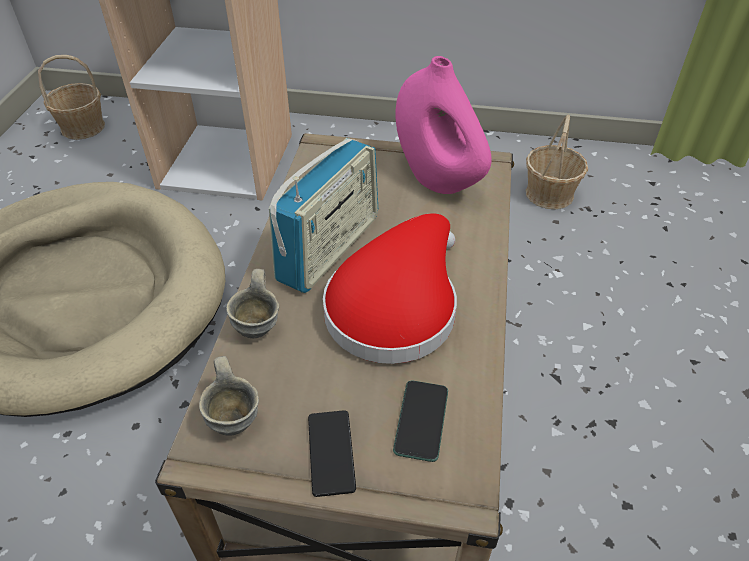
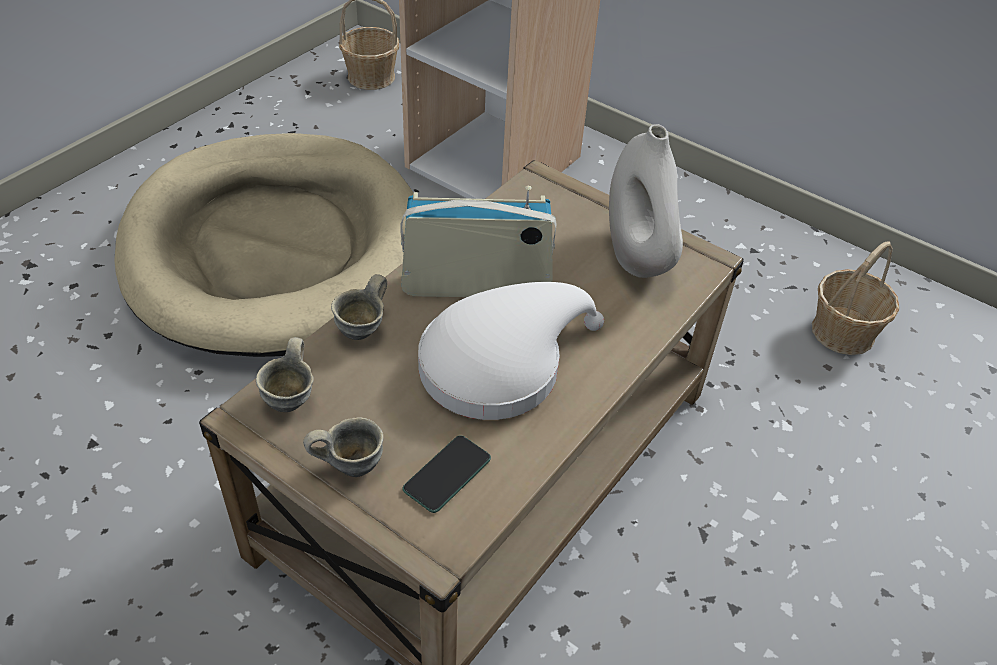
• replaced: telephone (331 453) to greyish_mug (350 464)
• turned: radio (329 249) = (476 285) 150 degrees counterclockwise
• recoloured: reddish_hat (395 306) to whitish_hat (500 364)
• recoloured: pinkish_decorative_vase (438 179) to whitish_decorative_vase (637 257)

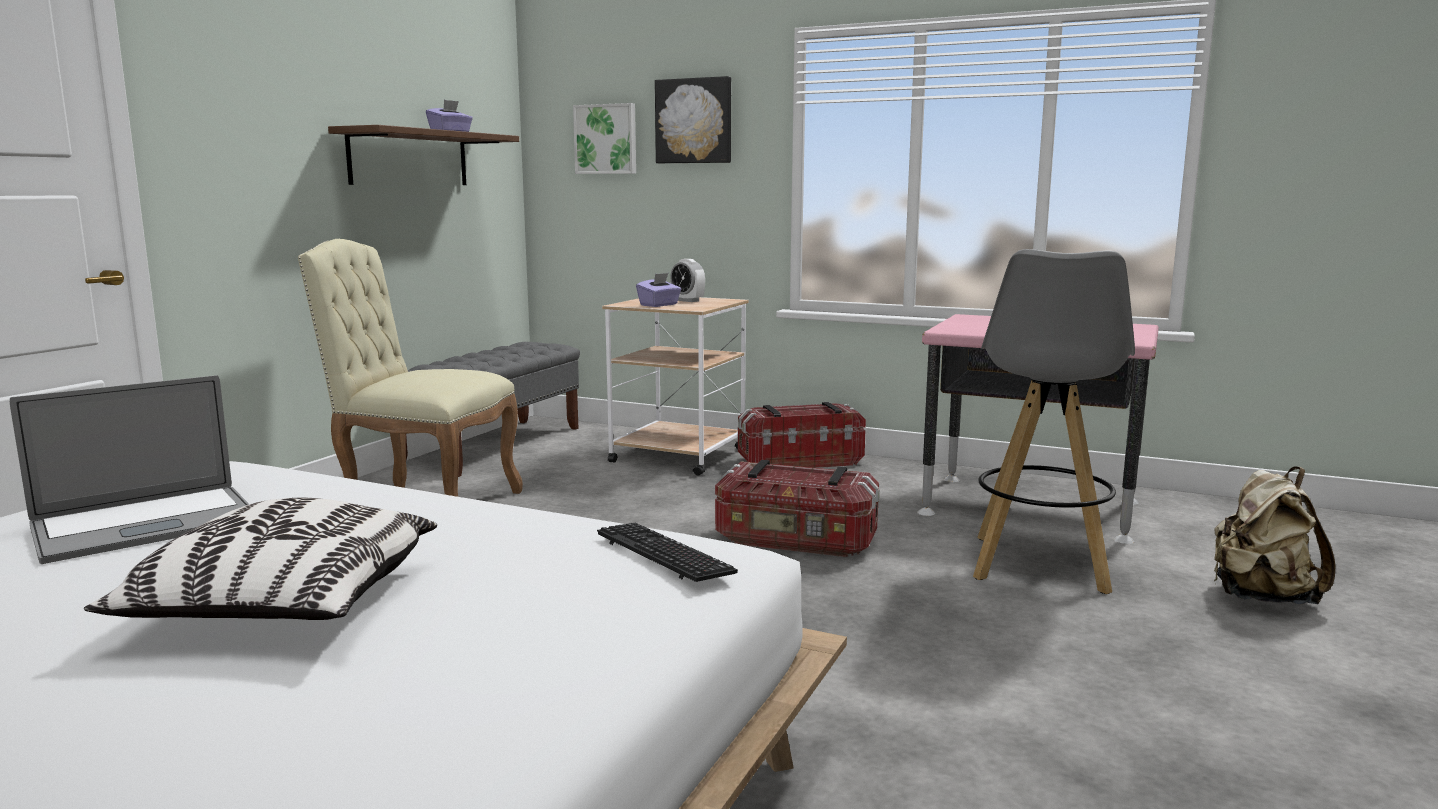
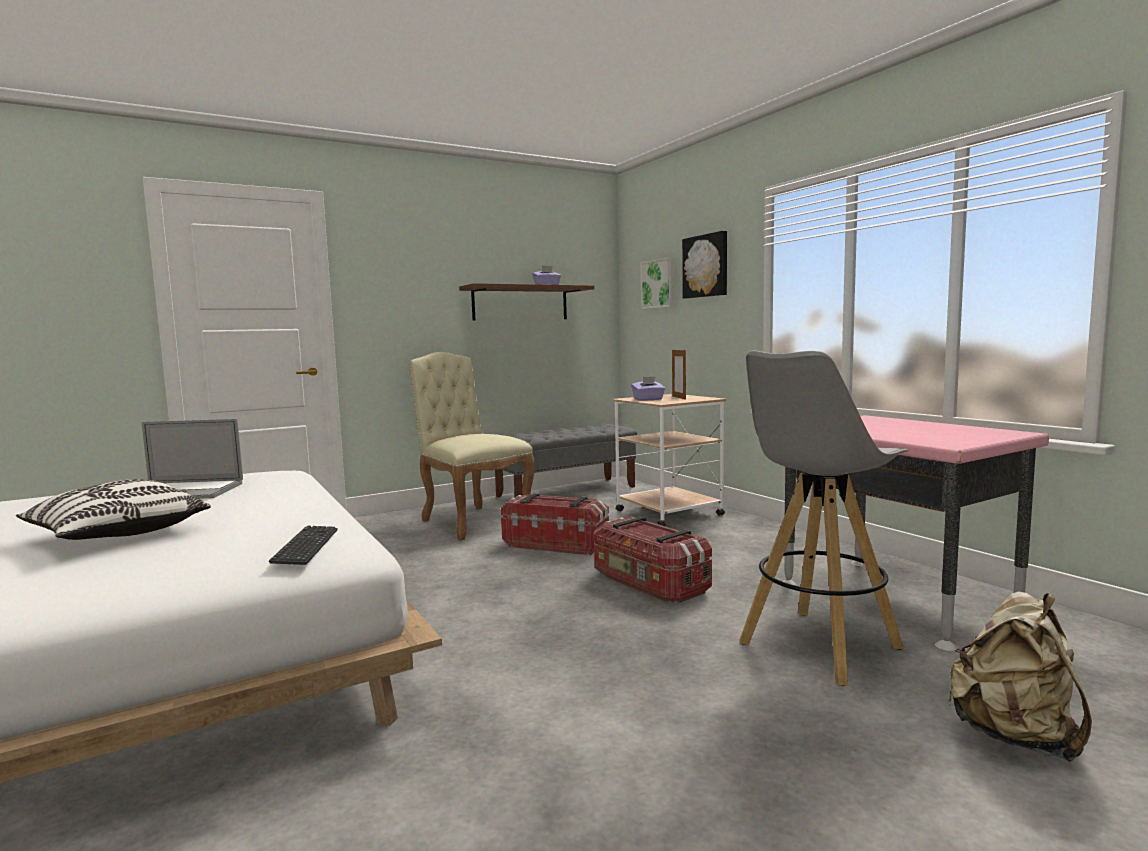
• moved: storage_box (799 461) to (556 544)
• replaced: table_clock (687 300) to picture_frame (679 397)

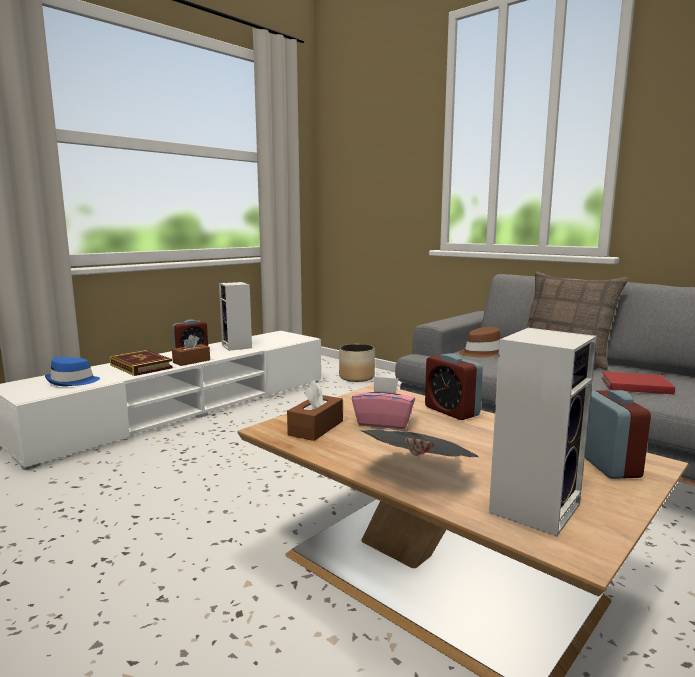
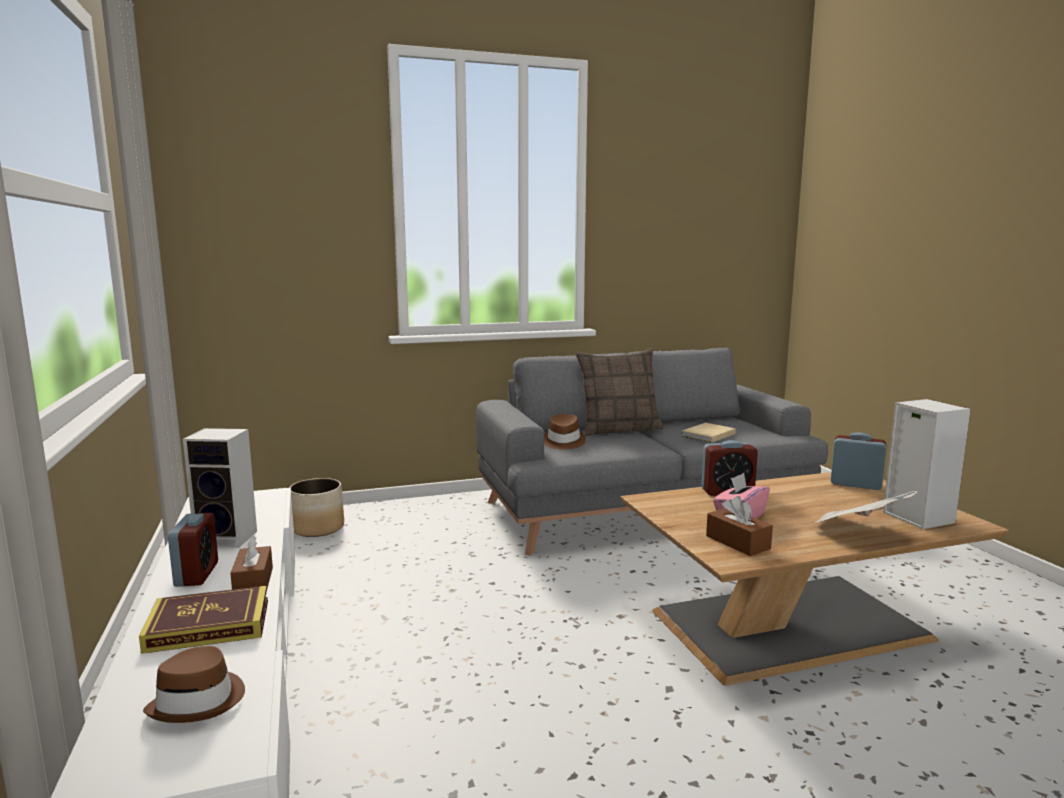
• recoloured: bluish_hat (72 381) to brown-coloured_hat (199 701)
• recoloured: reddish_volume (633 385) to beige-coloured_volume (707 435)

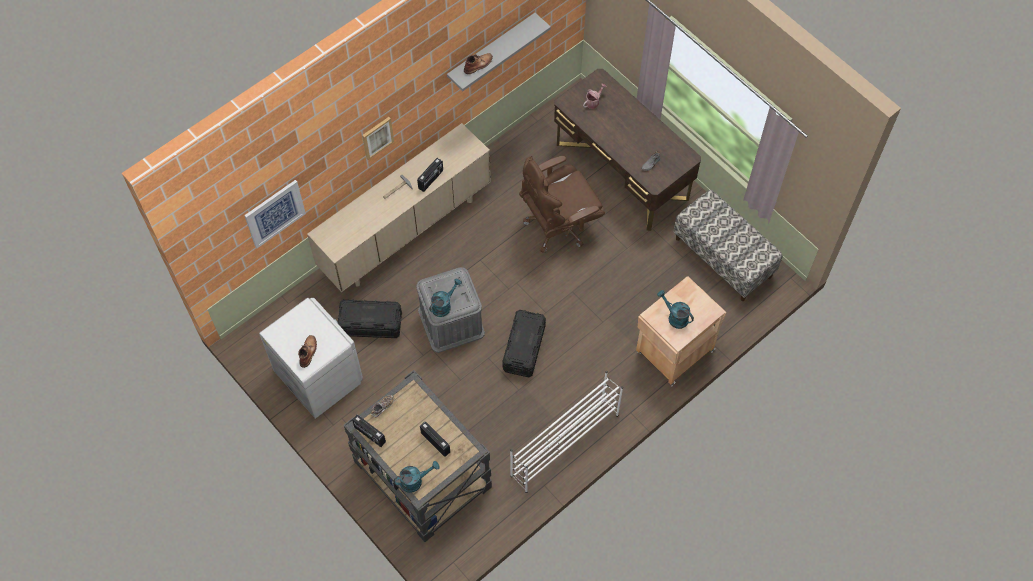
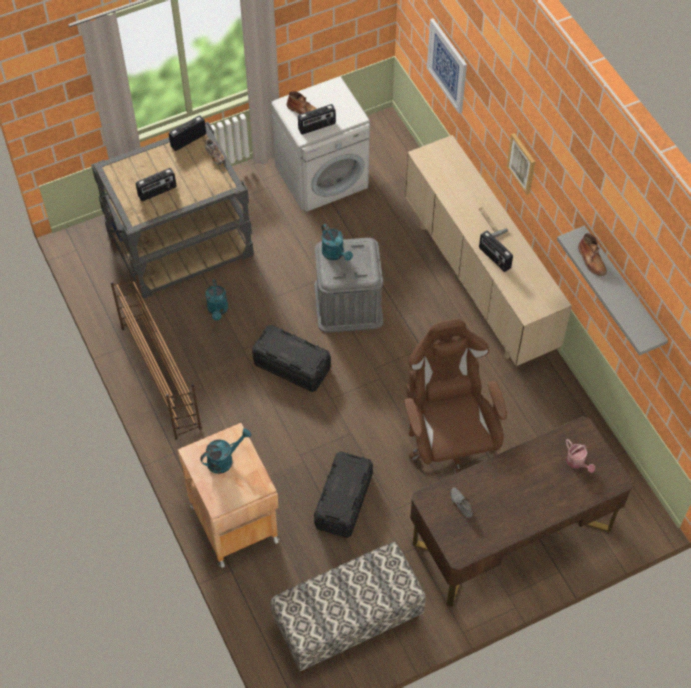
• recoloured: whitish_shoe_shelf (564 445) to brown-coloured_shoe_shelf (160 376)
• moved: turquoise-coloured_sprinkling_can (415 481) to (218 310)
• added: radio (317 127)
• moved: black-coloured_storage_box (371 324) to (343 501)

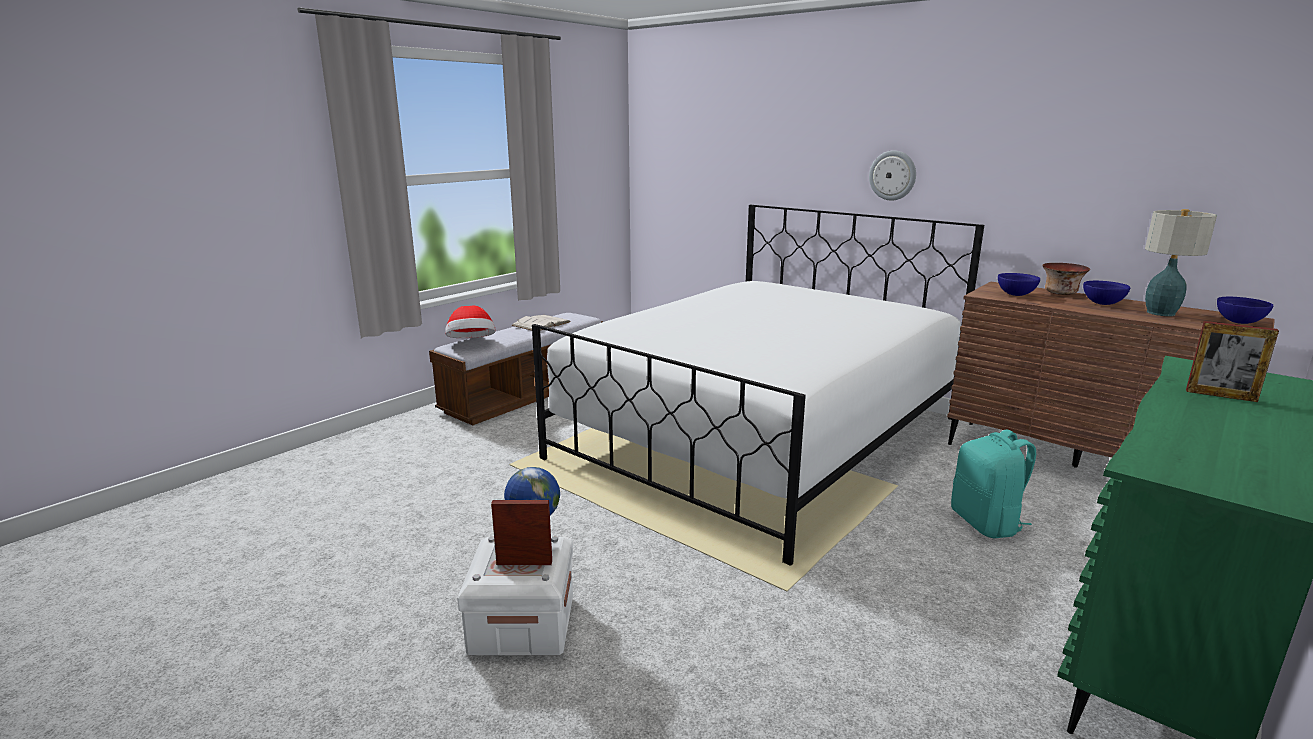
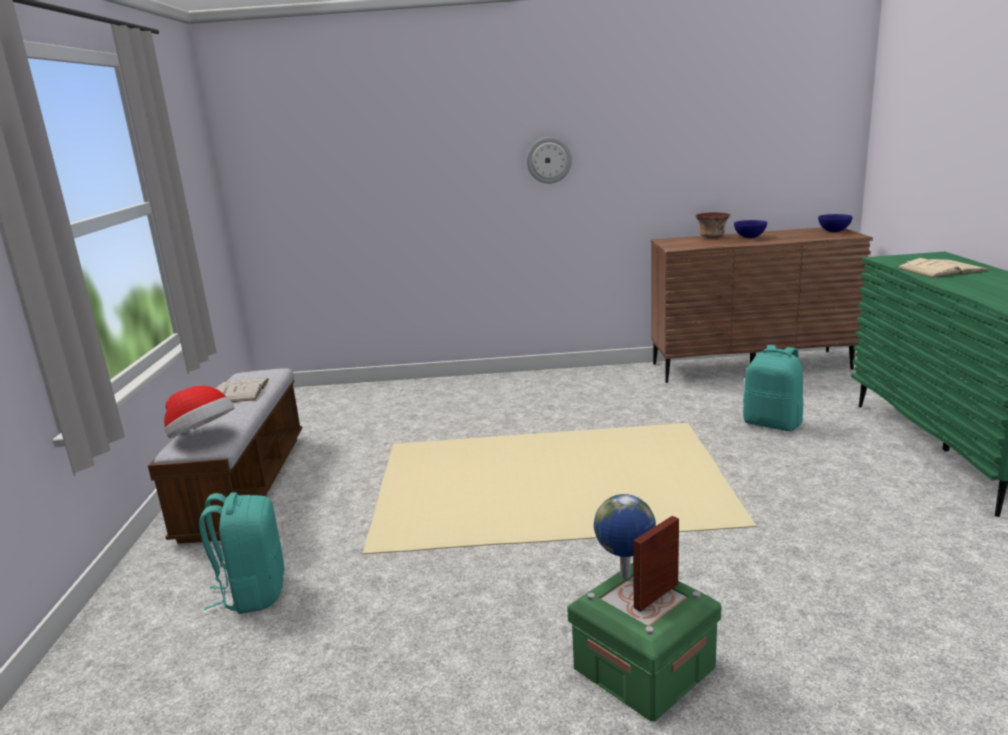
• added: turquoise-coloured_backpack (253 593)
• recoloured: whitish_storage_box (522 624) to greenish_storage_box (644 668)
• replaced: picture_frame (1221 395) to beige-coloured_volume (941 269)
• removed: whitish_sleeping_bed (761 437)
• removed: bluish_serving_bowl (1015 294)
• removed: tabletop_lamp (1160 313)

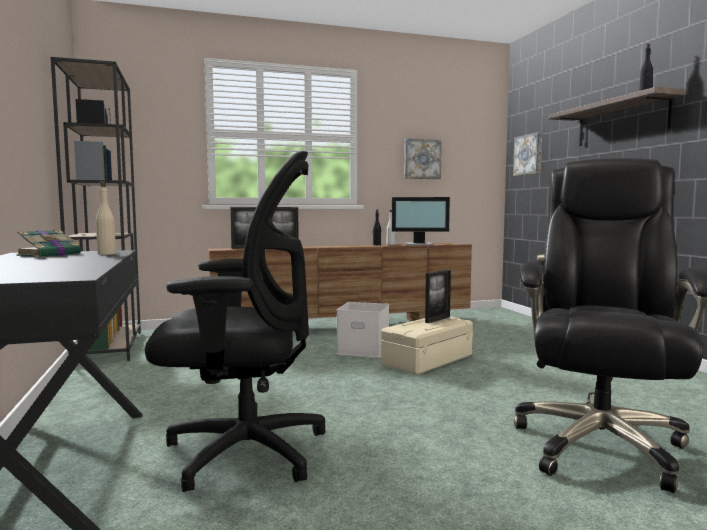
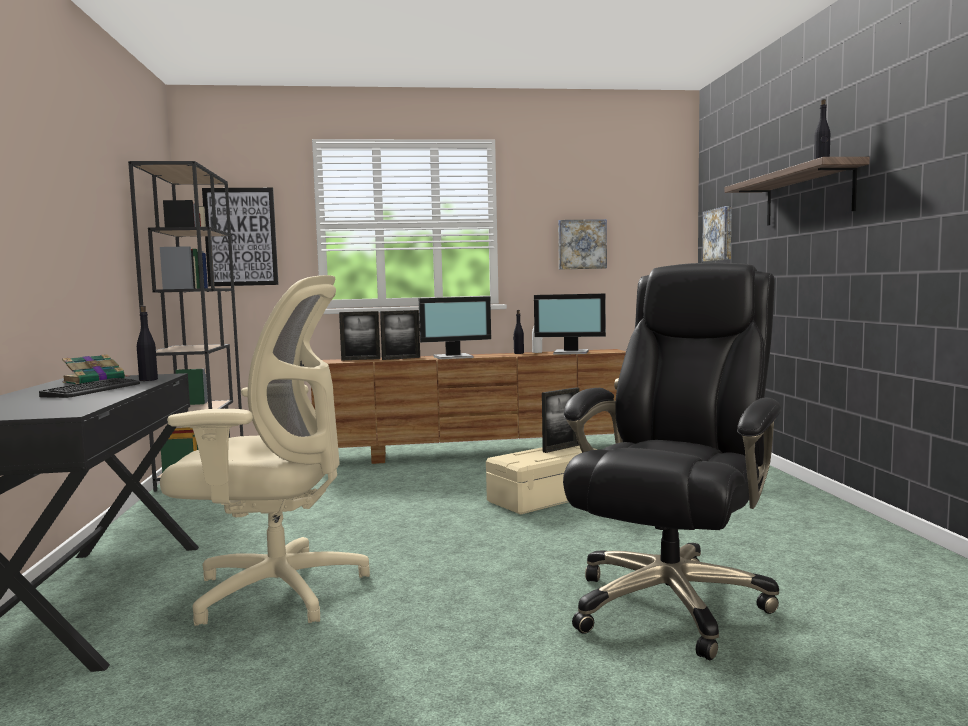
• added: keyboard (93 389)
• recoloured: beige-coloured_bottle (106 254) to black-coloured_bottle (148 380)
• recoloured: black-coloured_office_chair (236 454) to beige-coloured_office_chair (267 592)
• added: picture (241 237)
• added: computer_screen (454 357)
• removed: whitish_storage_box (364 350)

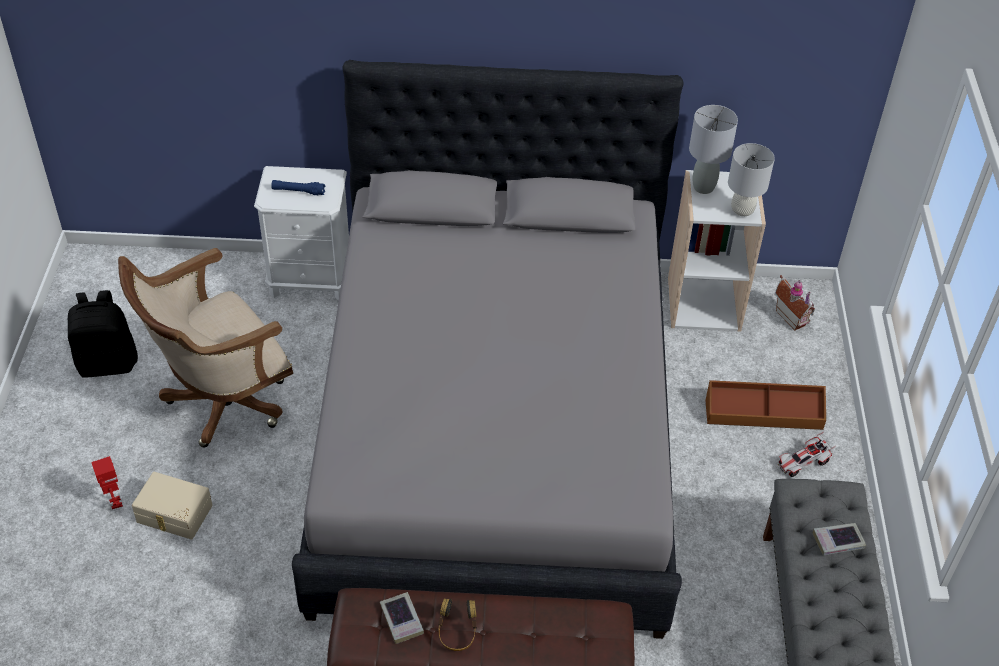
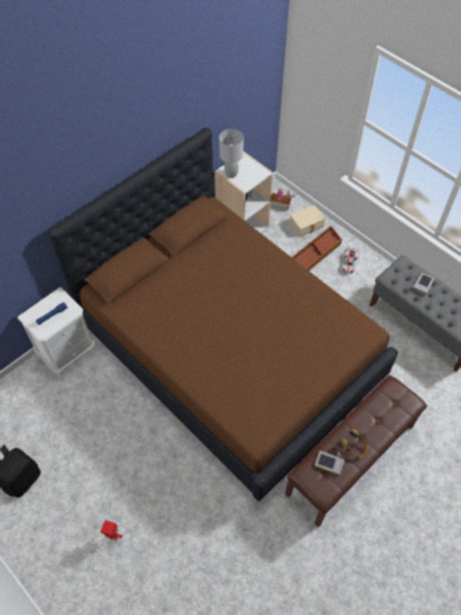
• recoloured: greyish_sleeping_bed (496 428) to brown-coloured_sleeping_bed (230 349)
• moved: beige-coloured_storage_box (174 515) to (306 226)
• removed: office_chair (222 406)
• removed: greyish_tabletop_lamp (741 211)

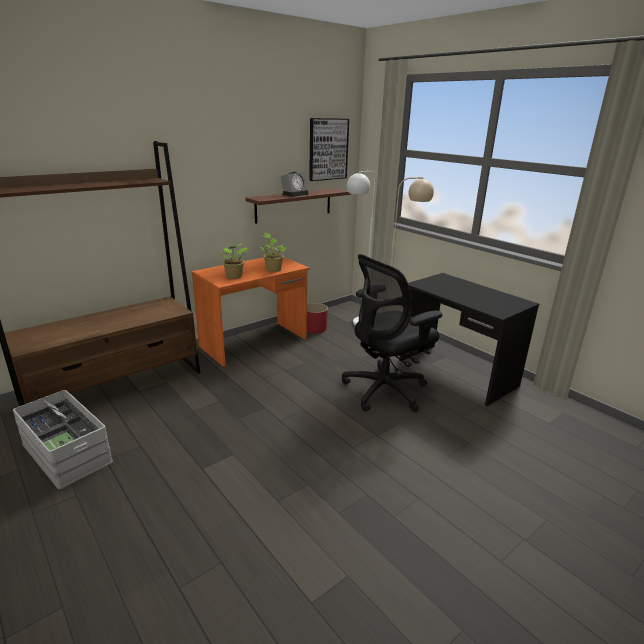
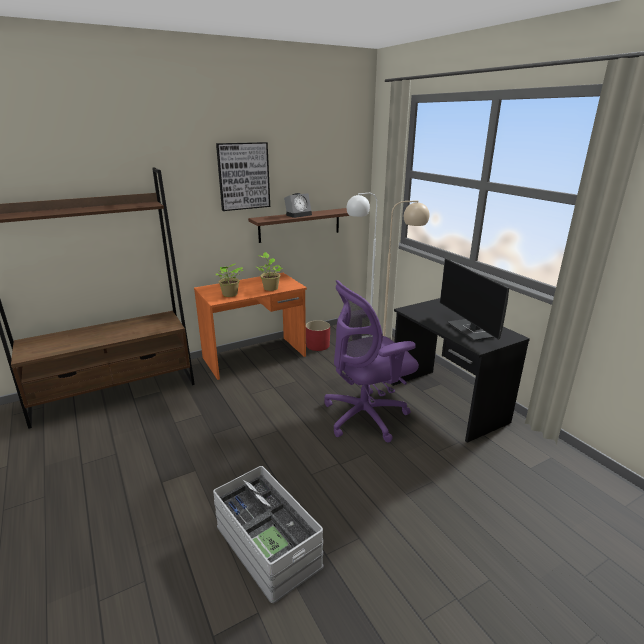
• moved: greyish_storage_box (65 453) to (266 545)
• moved: picture (328 149) to (243 176)
• recoloured: black-coloured_office_chair (388 388) to purple-coloured_office_chair (369 413)
• added: computer_screen (472 330)

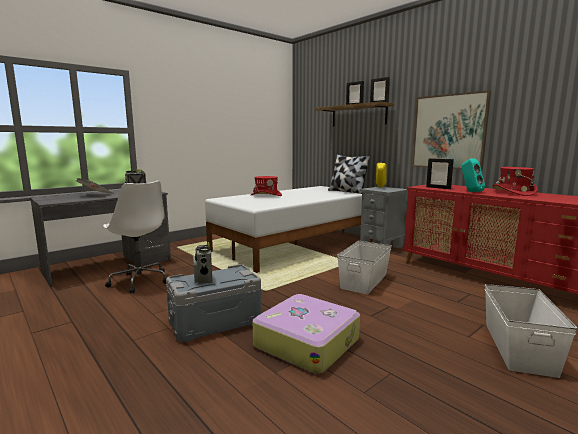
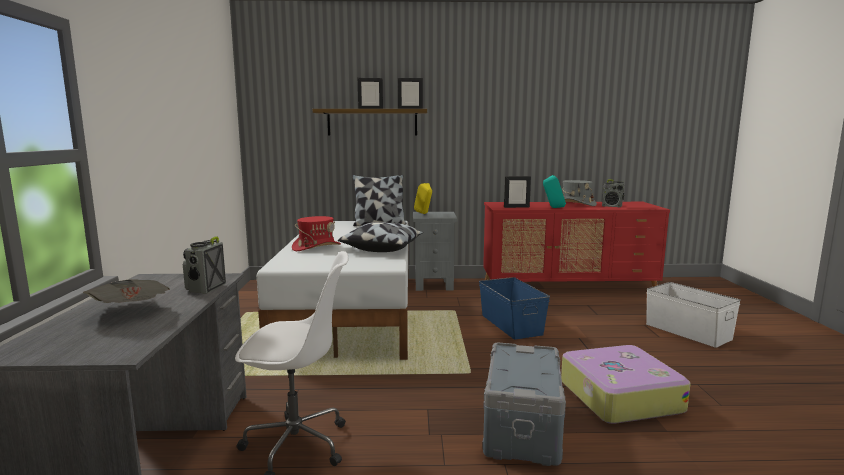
• added: throw_pillow (382 248)
• recoloured: whitish_storage_box (364 281) to bluish_storage_box (511 324)
• recoloured: reddish_hat (513 192) to greyish_hat (575 204)
• moved: radio (203 279) to (612 206)
• removed: picture (448 131)

